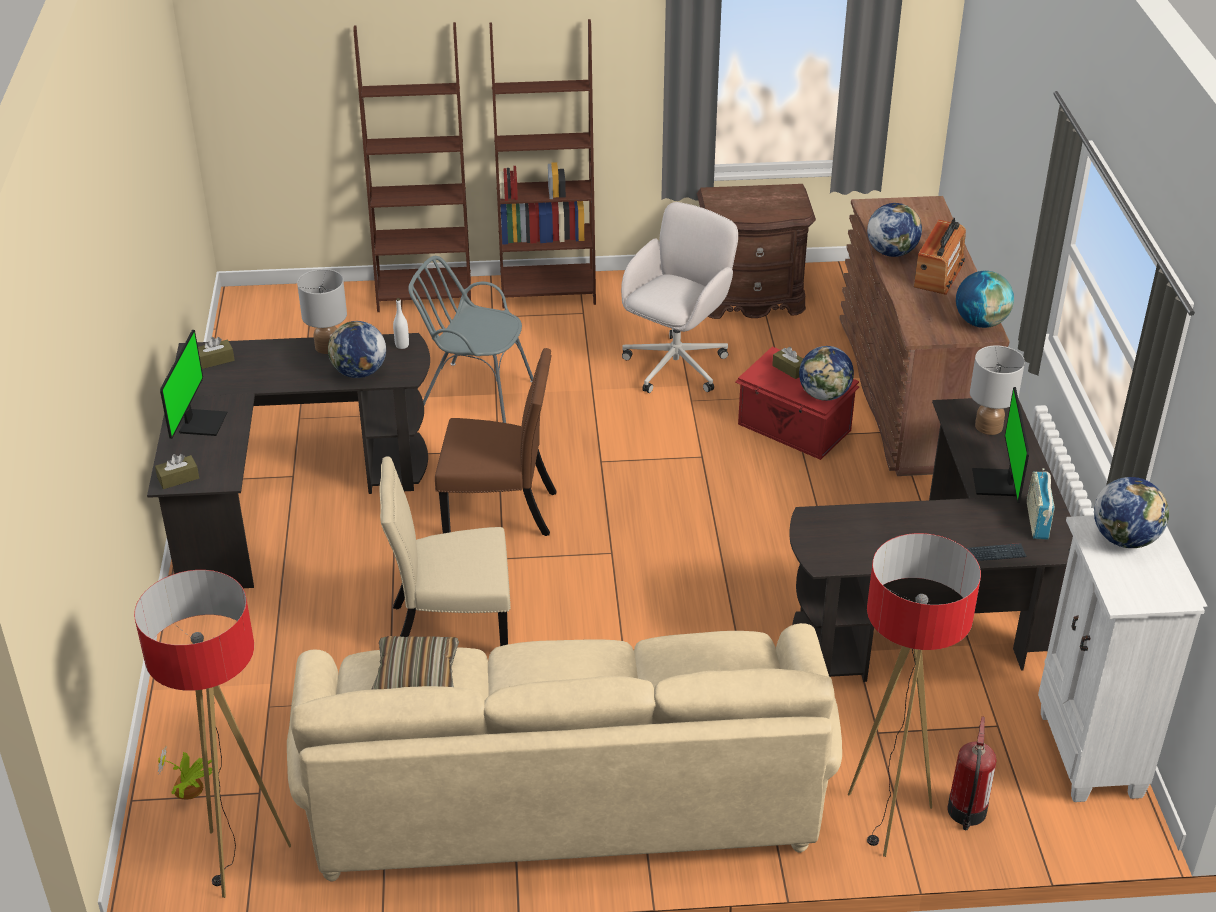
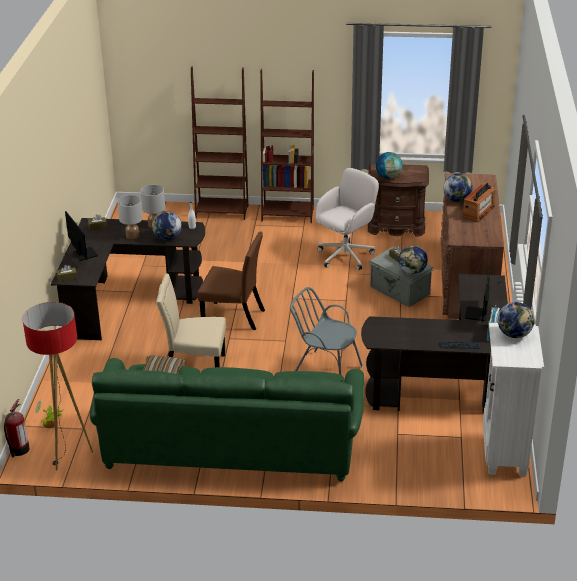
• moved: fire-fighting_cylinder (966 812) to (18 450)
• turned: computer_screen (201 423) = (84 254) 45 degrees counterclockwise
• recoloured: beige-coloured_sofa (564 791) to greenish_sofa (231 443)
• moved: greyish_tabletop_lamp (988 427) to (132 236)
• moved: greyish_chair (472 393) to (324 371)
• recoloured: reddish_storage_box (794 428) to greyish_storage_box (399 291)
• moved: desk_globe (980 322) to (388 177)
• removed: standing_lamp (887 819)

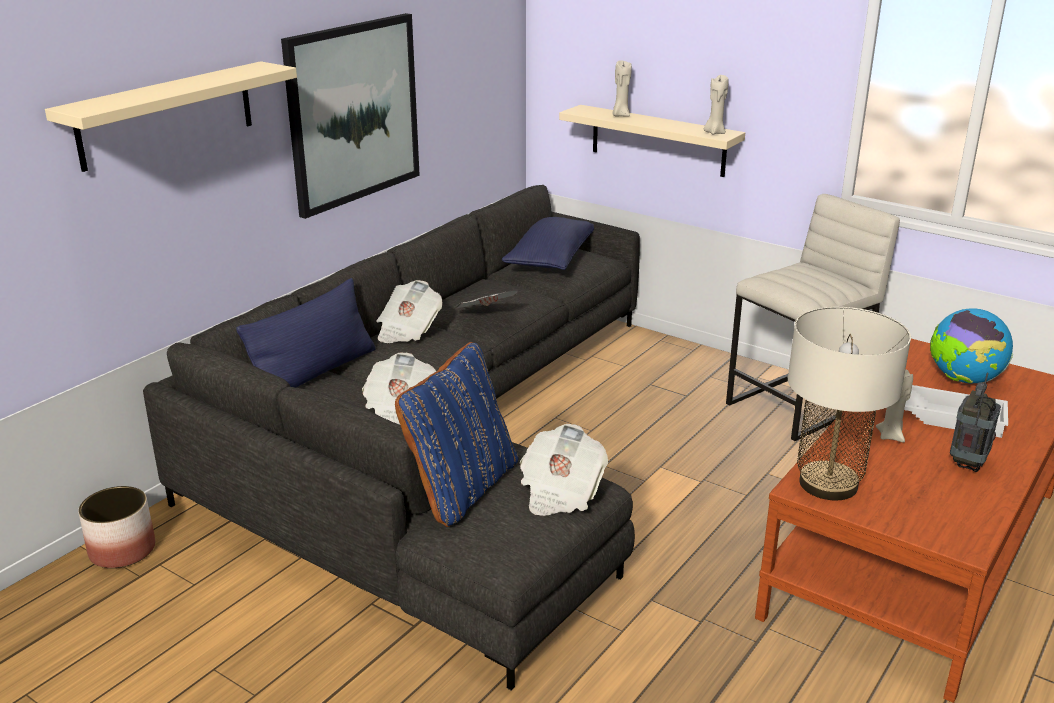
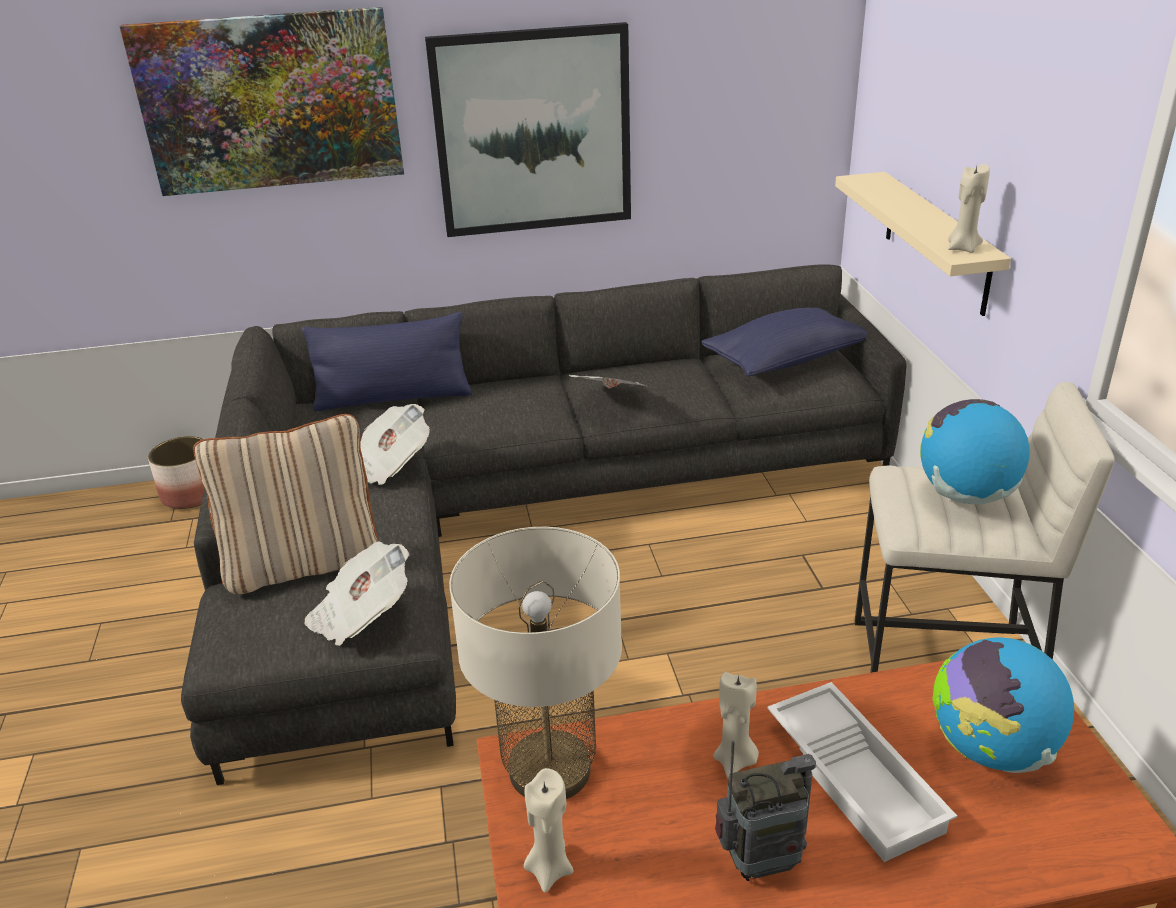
• replaced: beige-coloured_bracket_shelf (167 115) to picture (270 102)
• recoloured: bluish_throw_pillow (461 488) to beige-coloured_throw_pillow (304 564)
• moved: beige-coloured_wax_candle (620 115) to (549 869)
• added: desk_globe (966 495)
• removed: daily_paper (407 330)

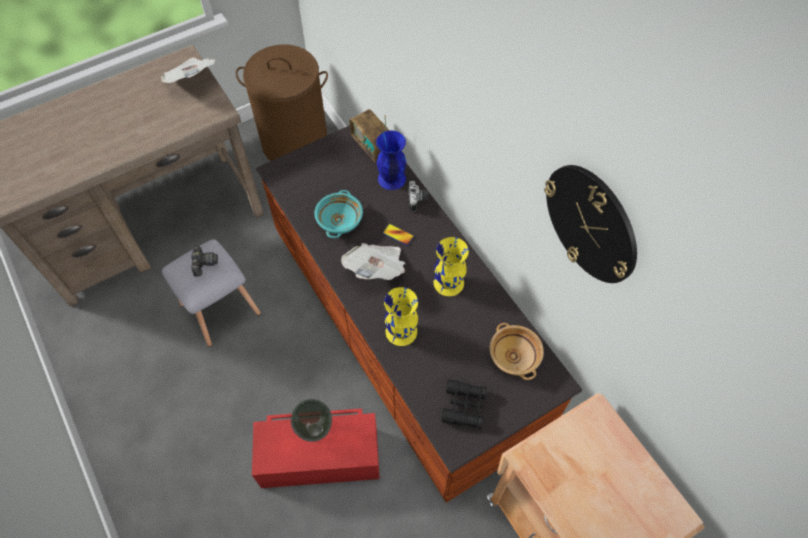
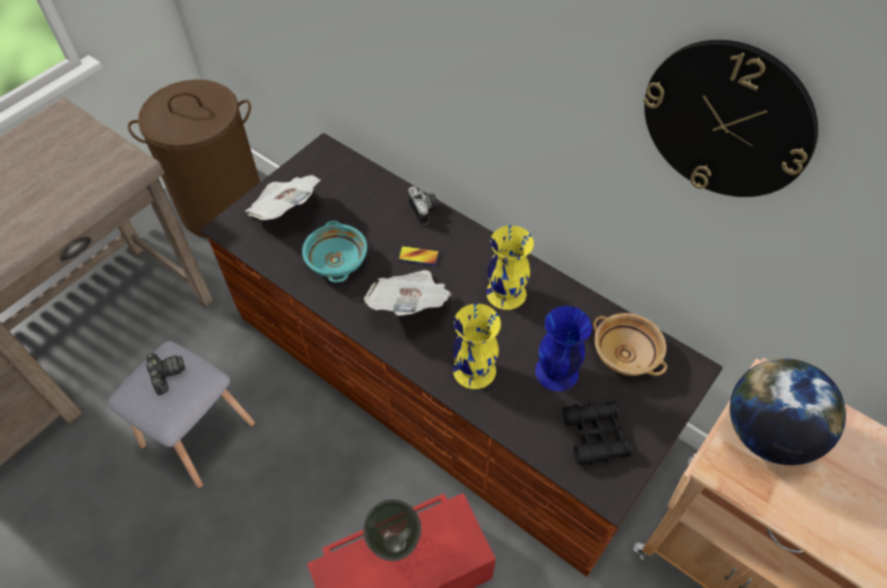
• moved: daily_paper (192 80) to (285 210)
• moved: bluish_decorative_vase (391 178) to (556 372)
• added: desk_globe (767 433)
• removed: radio (372 146)

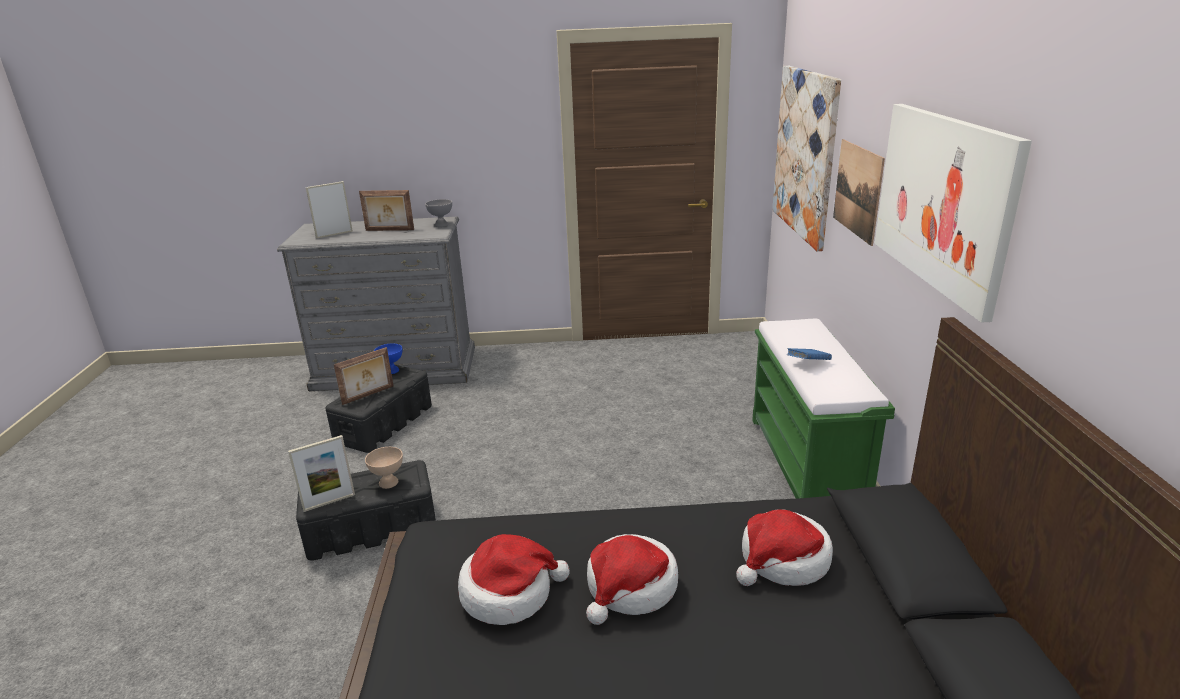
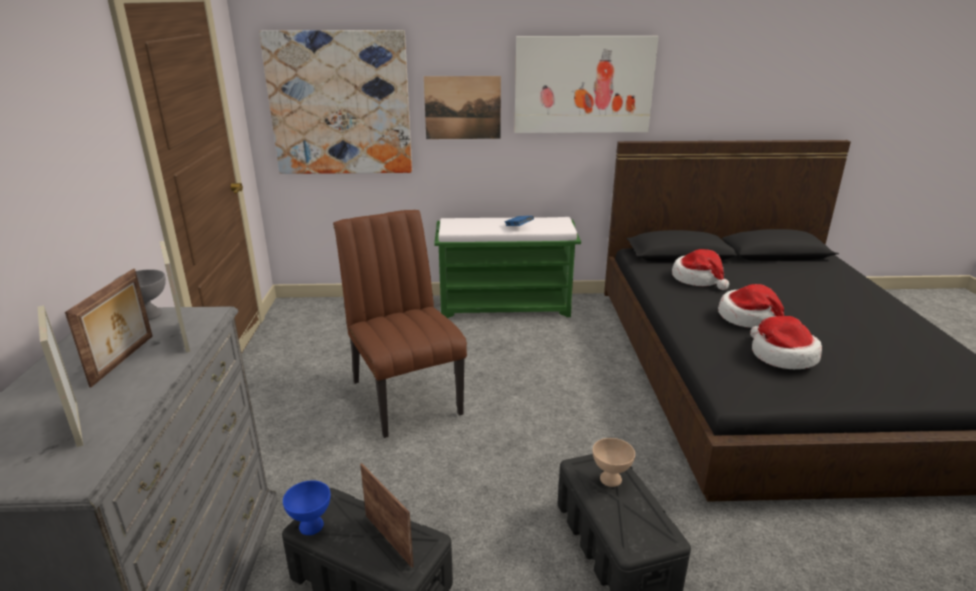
• moved: picture_frame (329 502) to (184 337)
• added: brown-coloured_chair (406 398)

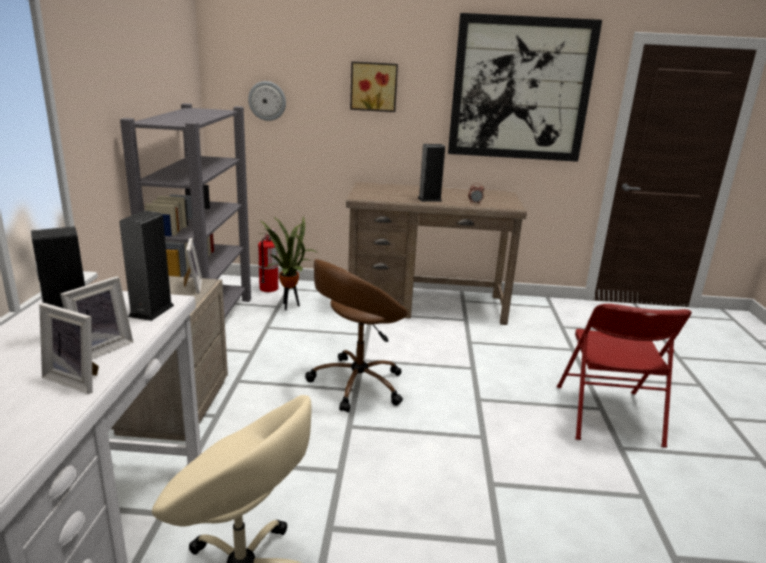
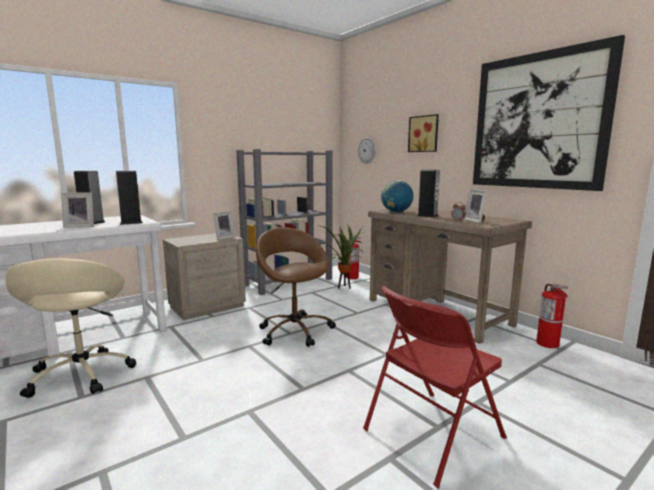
• turned: brown-coloured_office_chair (355 385) = (294 331) 45 degrees clockwise
• added: desk_globe (396 212)
• moved: picture_frame (77 379) to (475 221)
• added: fire-fighting_cylinder (547 344)

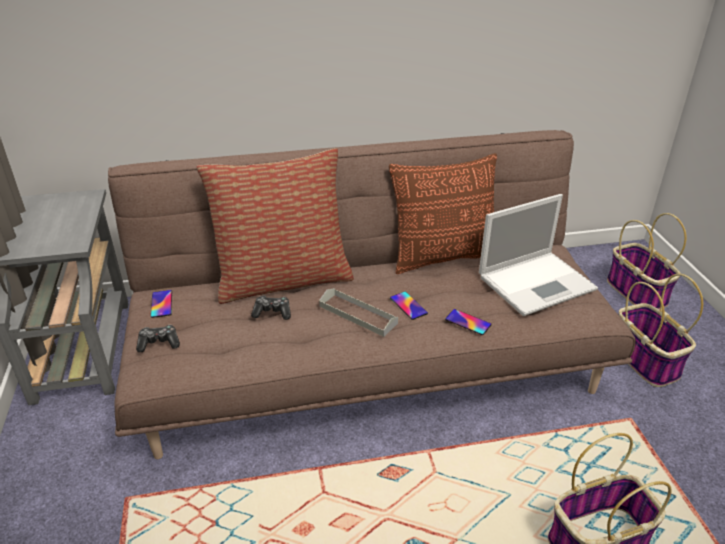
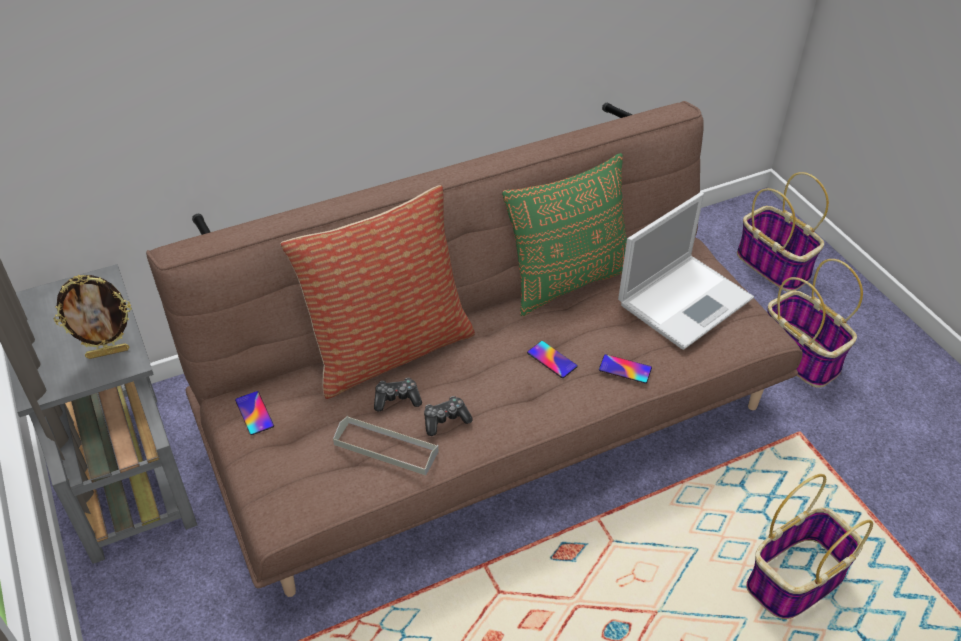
• added: picture_frame (108 352)
• moved: greyish_tray (358 314) to (386 448)
• moved: game_controller (159 343) to (445 420)
• recoloured: brown-coloured_throw_pillow (443 258) to greenish_throw_pillow (568 282)

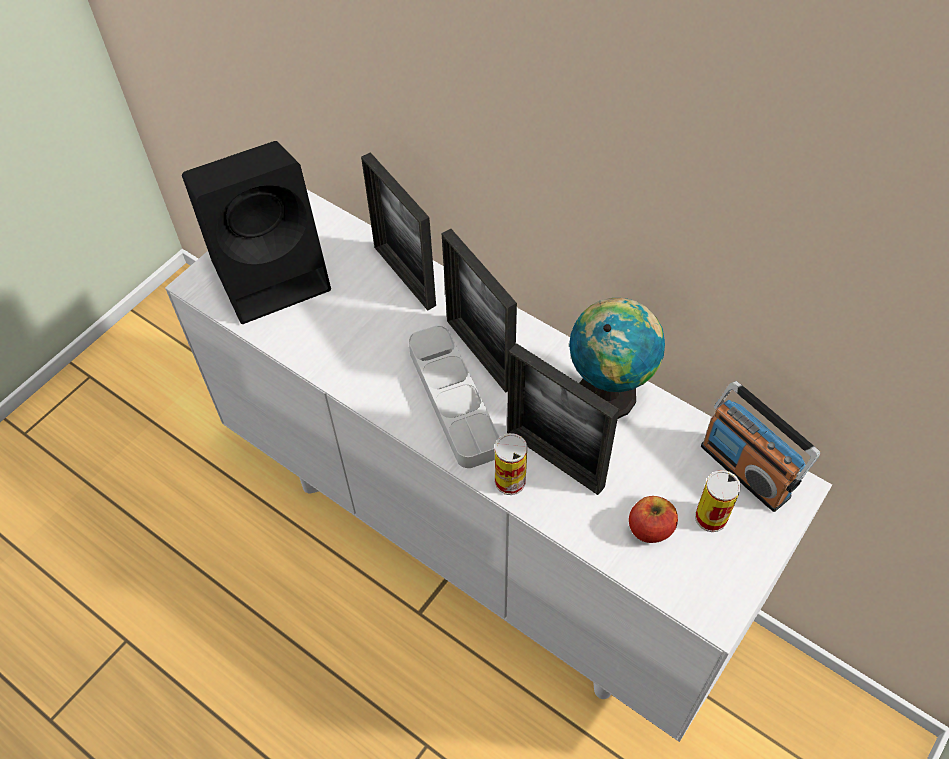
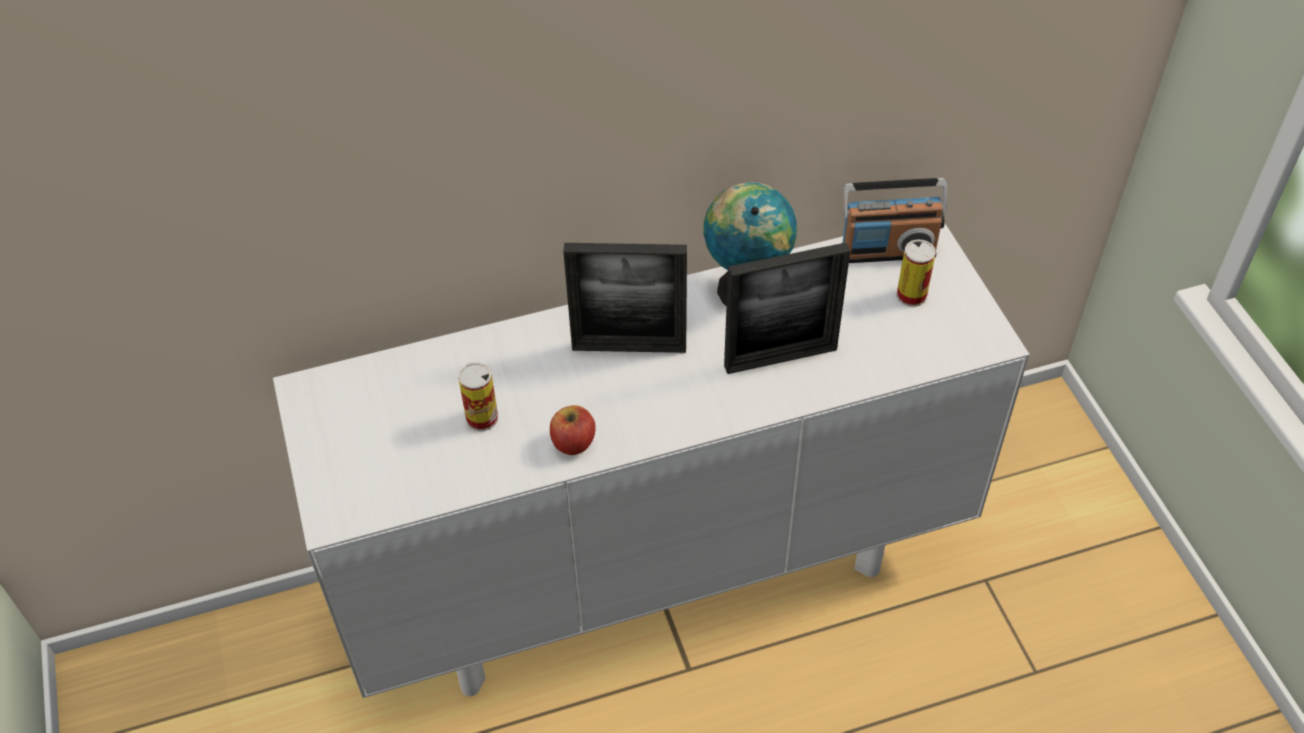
• moved: can (510 481) to (482 418)
• moved: apple_fruit (650 528) to (573 442)
• removed: black-coloured_loudspeaker (273 273)
• removed: picture_frame (404 276)
• removed: greyish_tray (453 400)

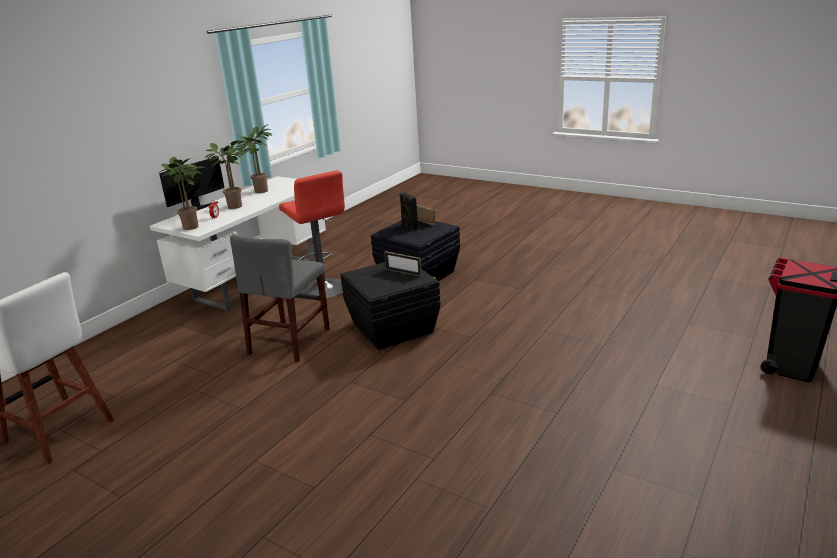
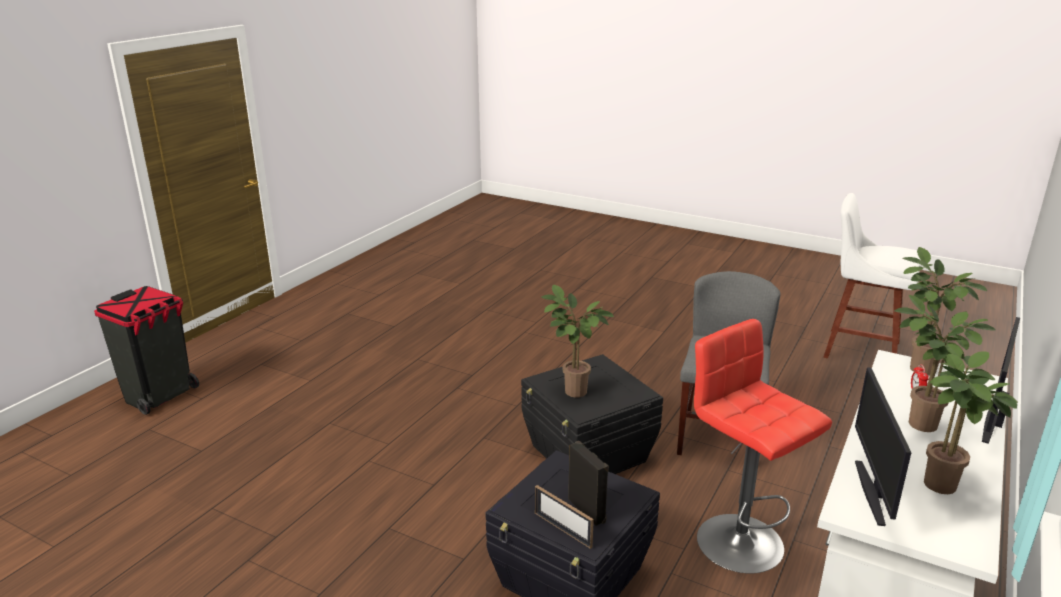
• replaced: picture_frame (403 272) to potted_plant (572 392)
• added: computer_screen (872 492)

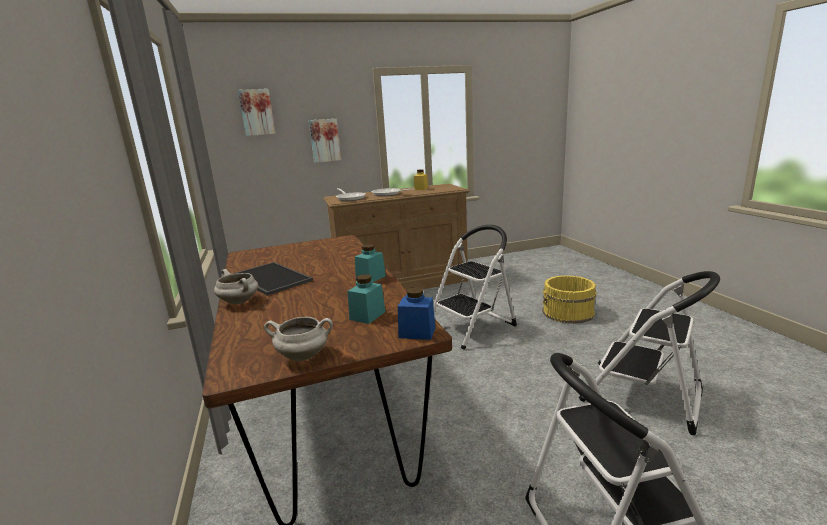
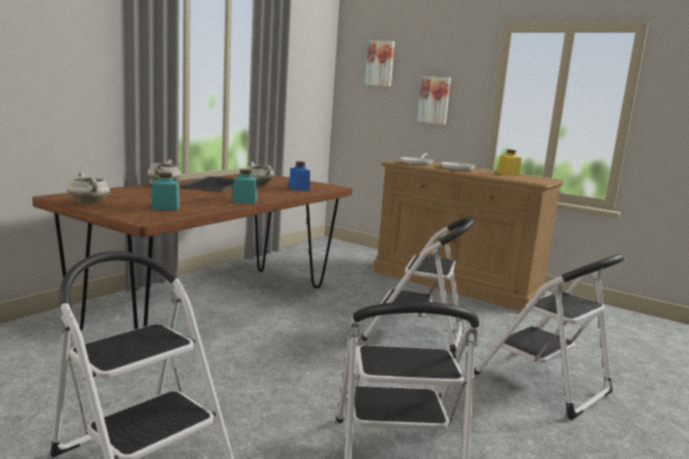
• added: whitish_saucepot (258 185)
• moved: bluish_jar (417 332) to (299 189)
• replaced: yellowish_pail (568 312) to step_ladder (545 385)

